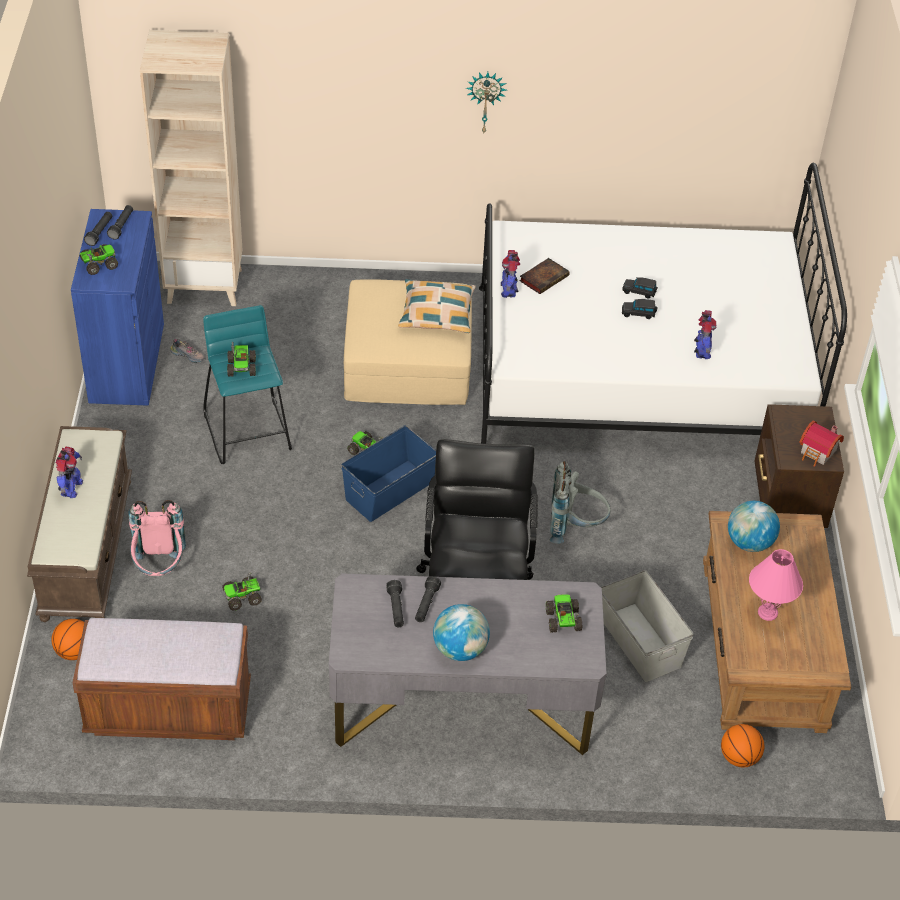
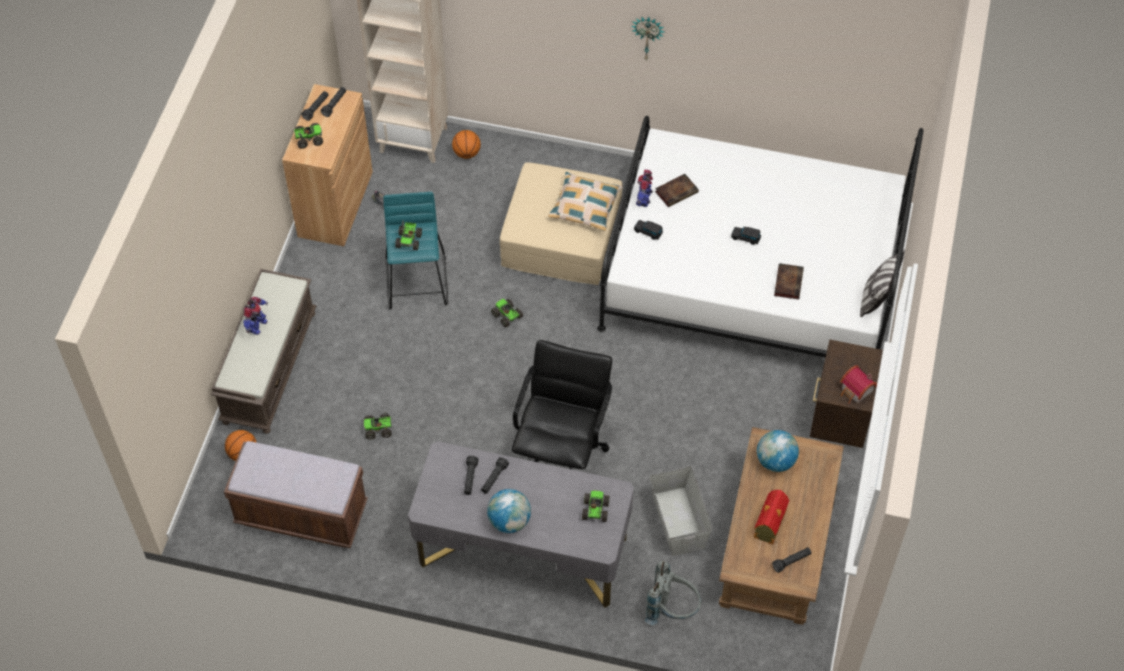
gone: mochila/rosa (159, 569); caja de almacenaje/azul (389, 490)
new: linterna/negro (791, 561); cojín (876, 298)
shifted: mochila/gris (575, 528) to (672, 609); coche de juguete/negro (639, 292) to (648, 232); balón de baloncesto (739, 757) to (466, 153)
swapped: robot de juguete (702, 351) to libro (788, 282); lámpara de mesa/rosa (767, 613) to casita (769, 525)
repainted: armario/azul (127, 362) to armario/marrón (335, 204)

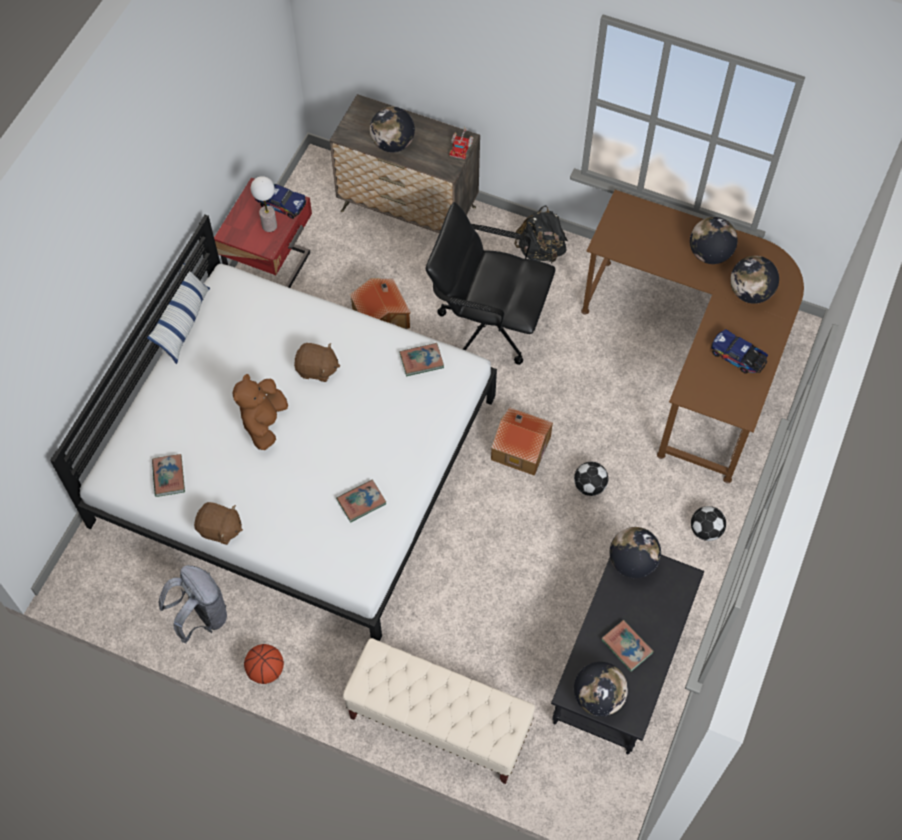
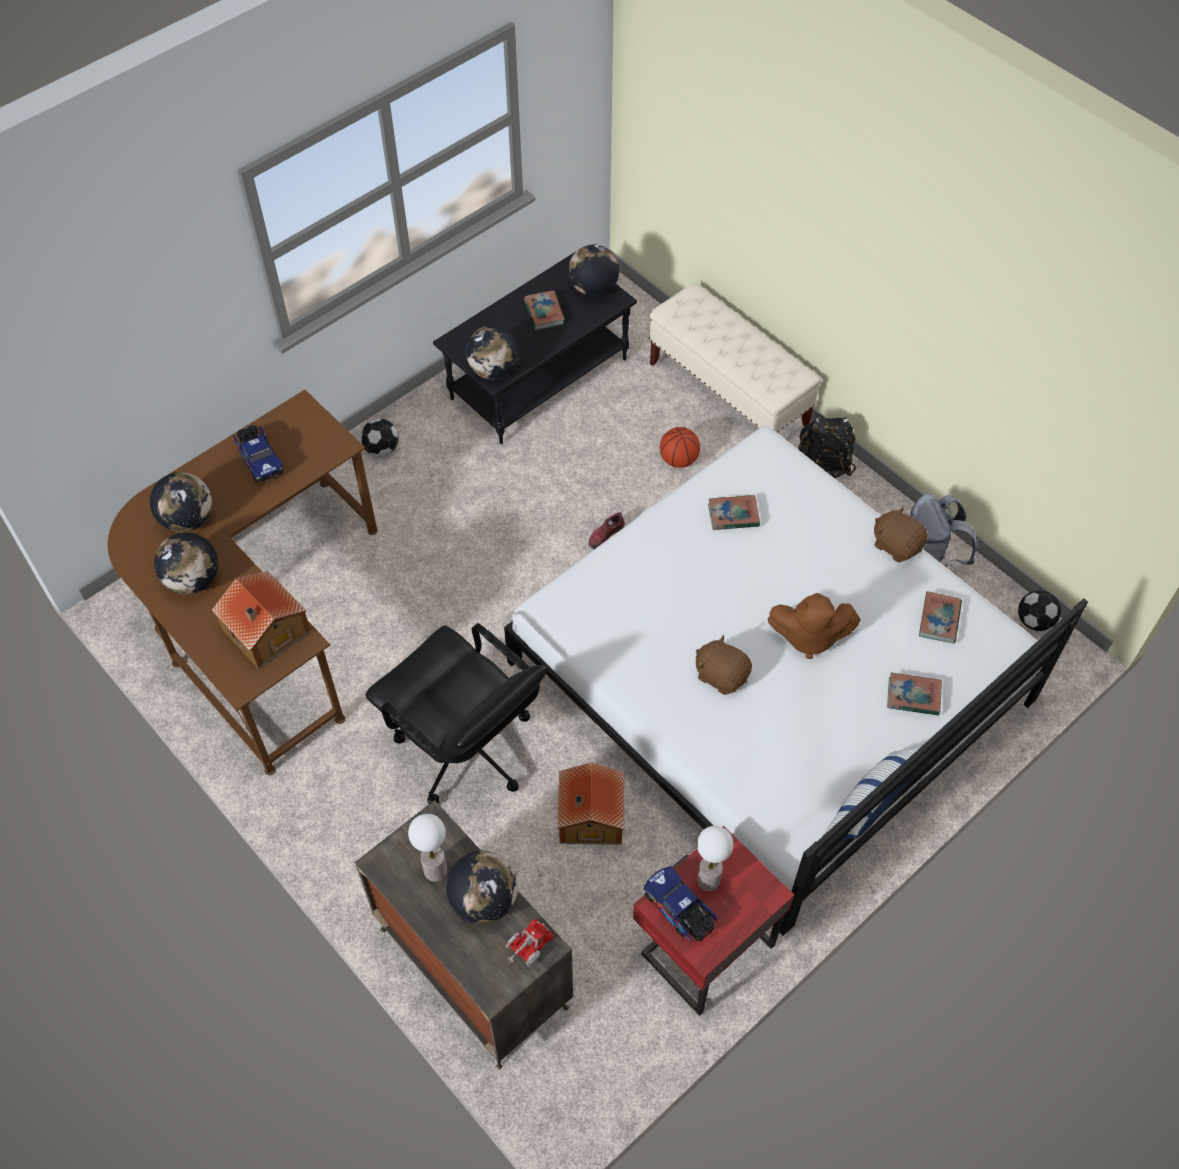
new: lámpara de mesa (435, 871); zapato (605, 534)
shifted: balón de baloncesto (266, 670) to (678, 460); libro (421, 361) to (913, 696); camión de juguete (461, 146) to (527, 947); casita (520, 447) to (265, 632); mochila/negro (541, 251) to (823, 463); balón de fútbol (590, 486) to (1033, 620)
rotated: peluche/marrón (264, 422) = (808, 636) 60 degrees clockwise

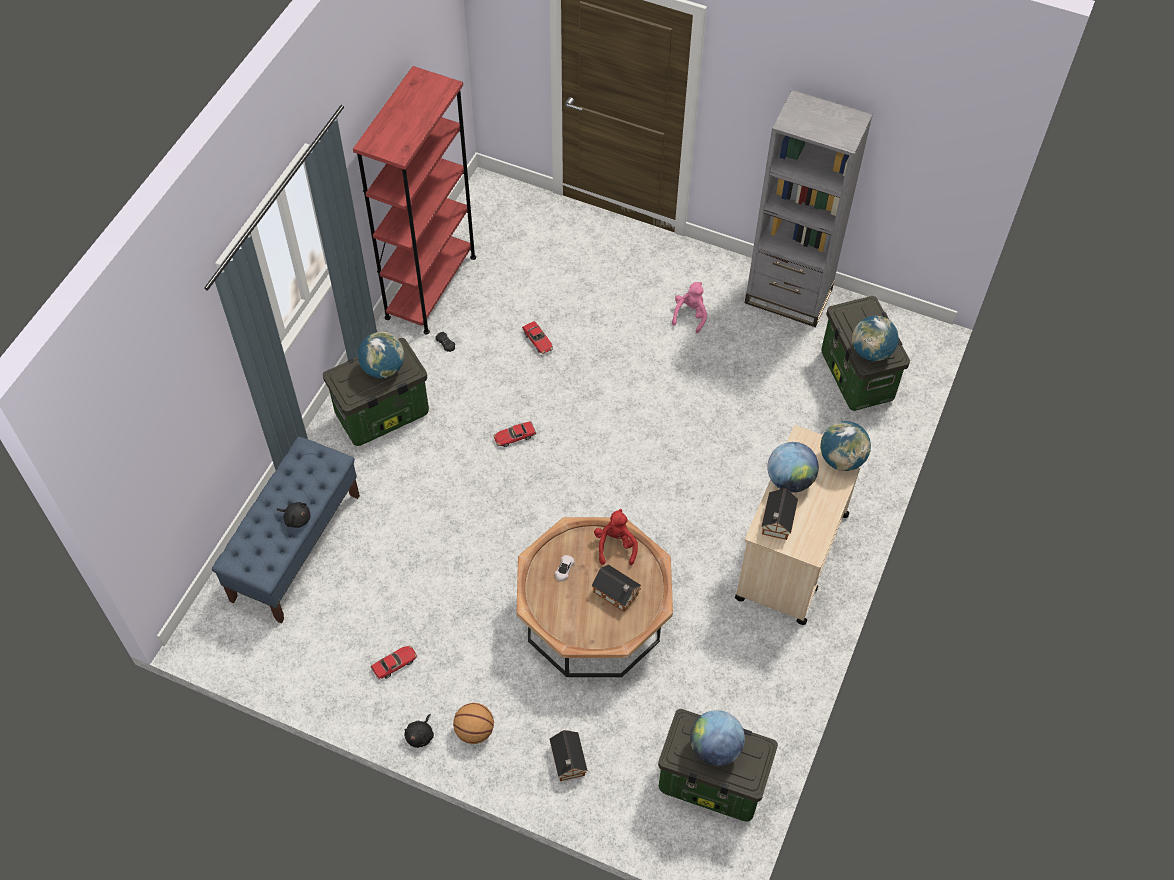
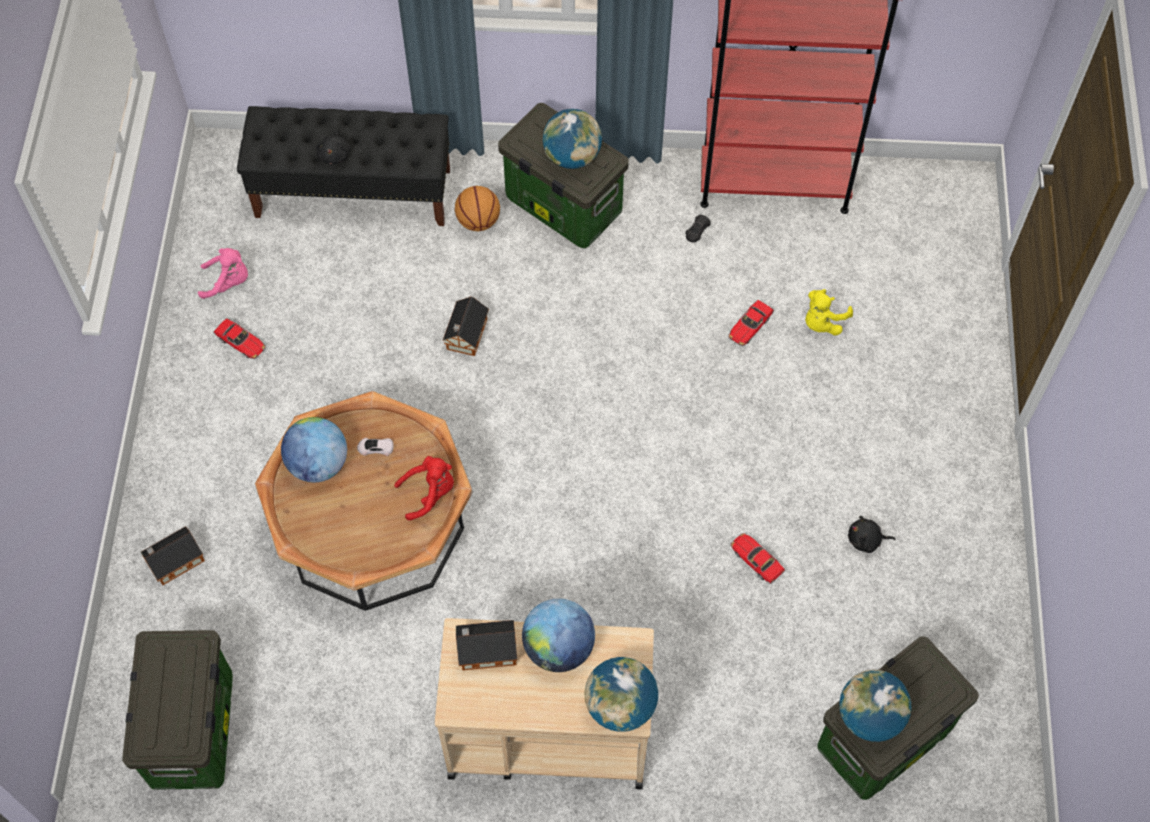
gone: estantería/gris (788, 296)
new: peluche/amarillo (822, 322)
shifted: peluche/negro (420, 735) to (866, 540); balón de baloncesto (474, 731) to (478, 221); coche de juguete (514, 437) to (756, 560); casita (617, 594) to (465, 336); peluche/rosa (690, 315) to (228, 282); globo terráqueo (715, 748) to (318, 464)
repainted: banco/azul (296, 547) to banco/negro (354, 193)

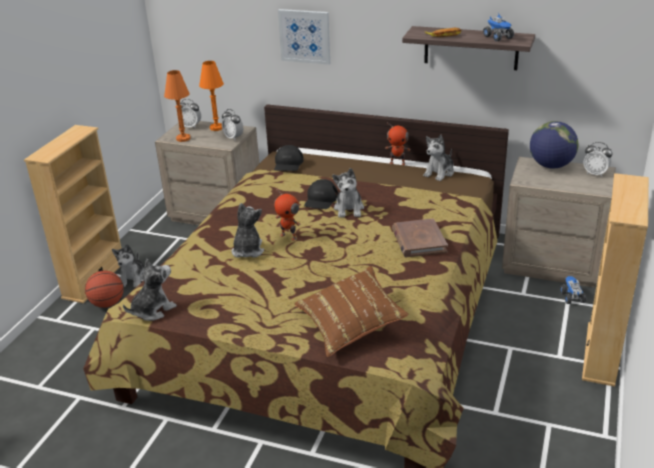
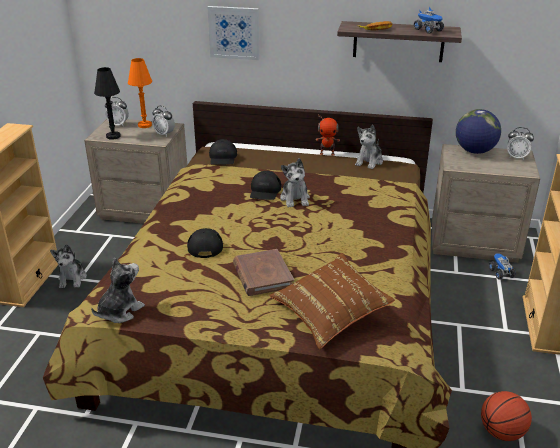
gone: robot de juguete (289, 236)
shifted: balón de baloncesto (107, 303) to (501, 432); libro/marrón (418, 241) to (262, 275)
swapped: peluche (247, 250) to gorra/negro (205, 244)
repainted: lámpara de mesa/naranja (183, 138) to lámpara de mesa/negro (113, 136)

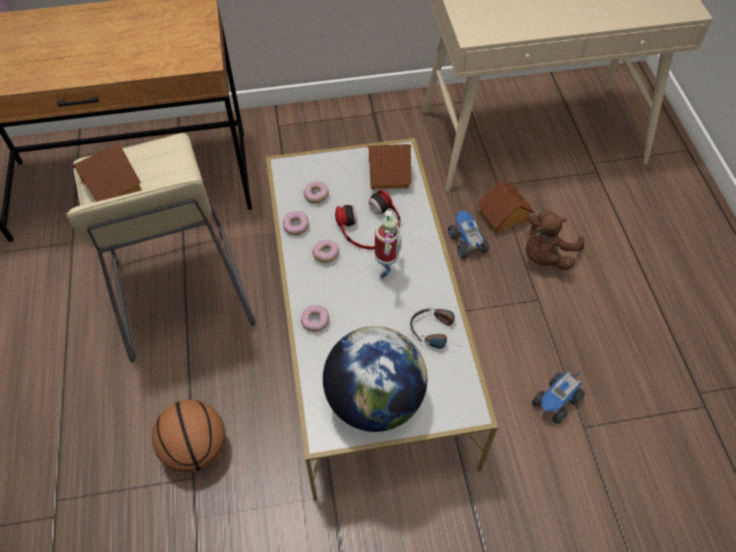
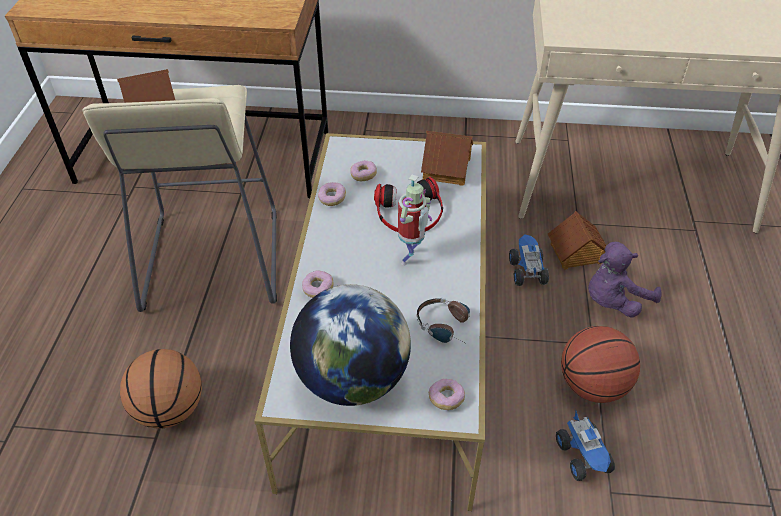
new: balón de baloncesto (592, 385)
shifted: rosquilla (326, 255) to (446, 399)
repainted: peluche/marrón (545, 255) to peluche/morado (613, 301)
rotated: camión de juguete (556, 402) = (583, 457) 75 degrees counterclockwise

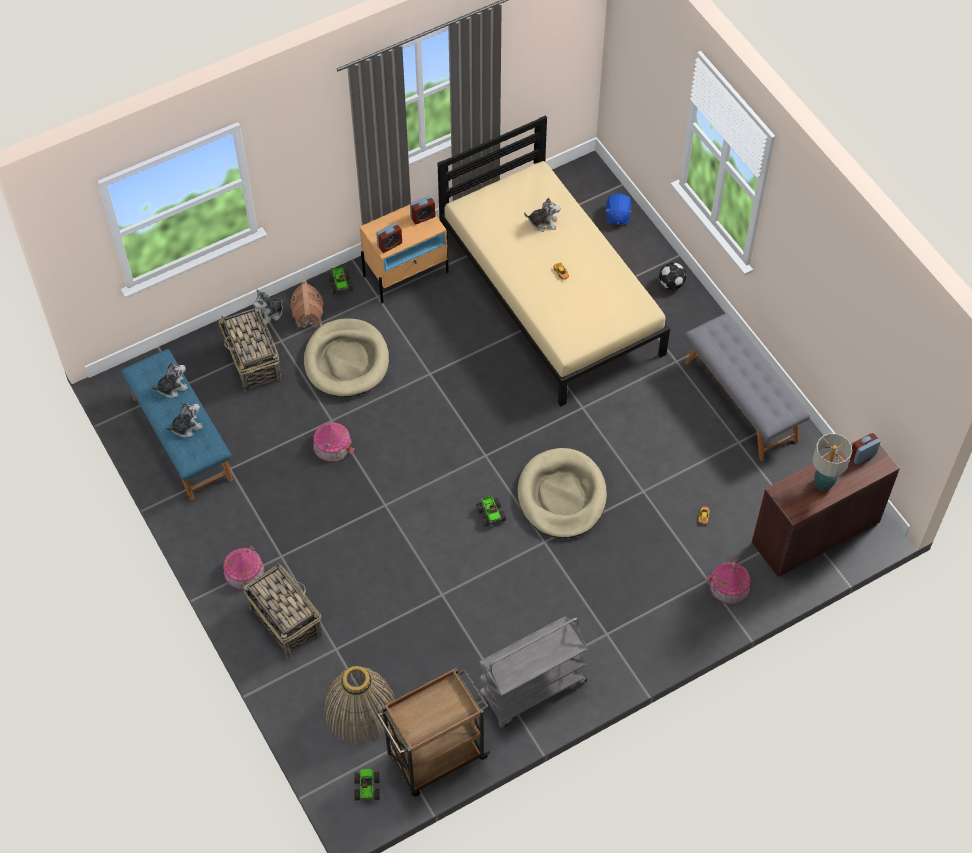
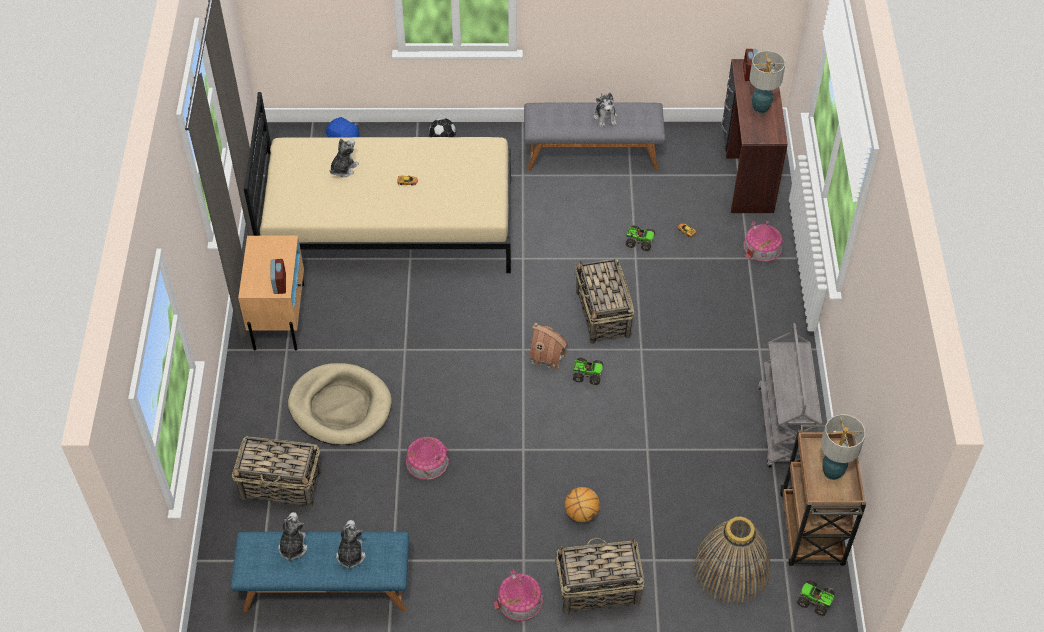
gone: despertador (423, 217)
new: balón de baloncesto (581, 513); lámpara de mesa (833, 472)
shifted: peluche (270, 313) to (605, 117); casita (308, 316) to (548, 357); camión de juguete (340, 284) to (639, 241)
swapped: cama para perro/beis (562, 496) to cesta (603, 315)

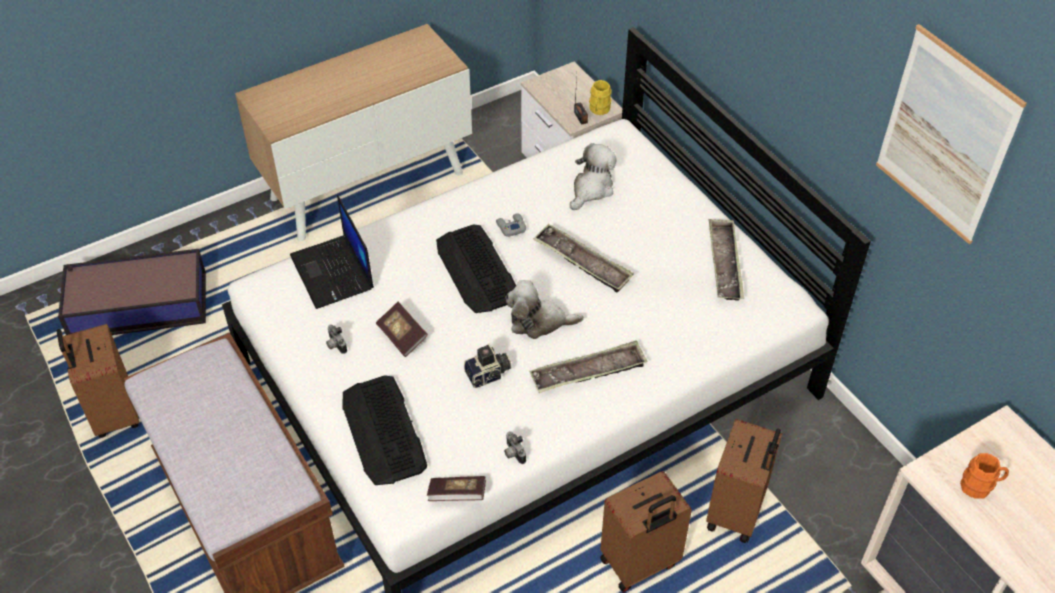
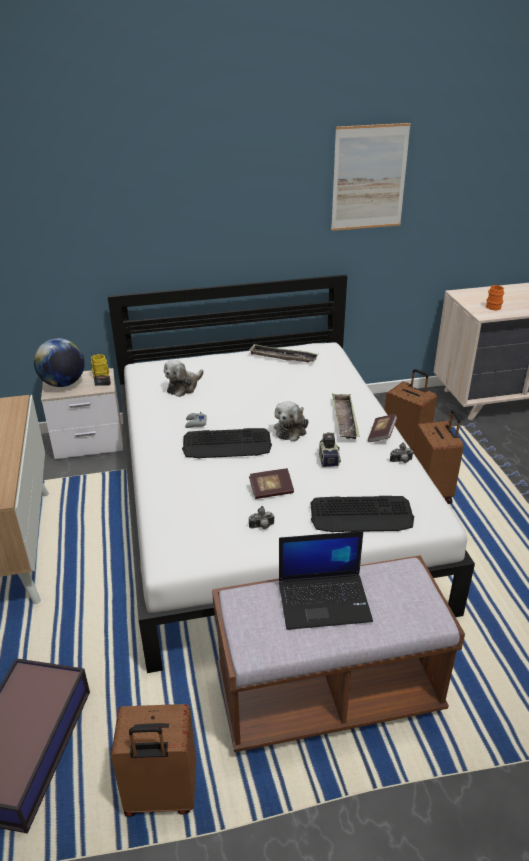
gone: bandeja (582, 262)
new: globo terráqueo (63, 383)
shifted: portátil (333, 273) to (325, 600); libro (457, 495) to (381, 434)
rotated: peluche (591, 189) = (183, 387) 105 degrees counterclockwise

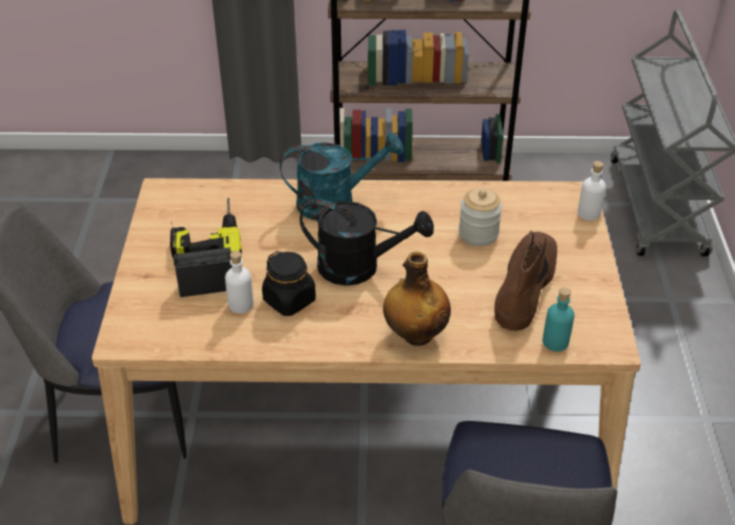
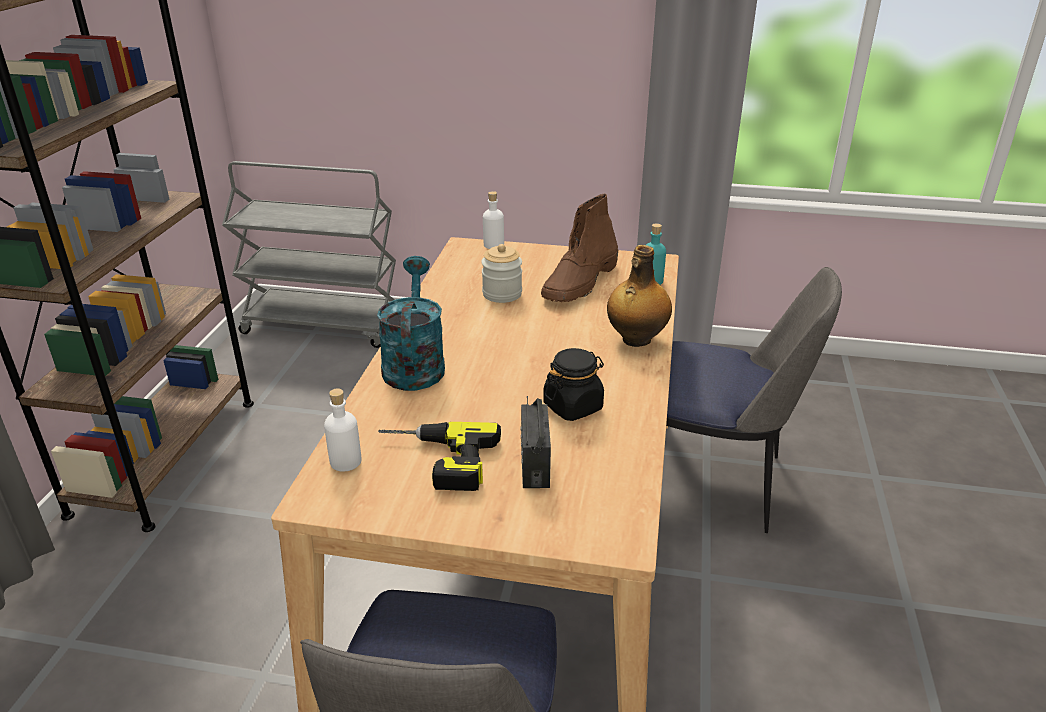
gone: regadera/negro (359, 267)
shifted: botella/blanco (241, 304) to (345, 461)
rotated: bota/marrón (526, 285) = (580, 283) 90 degrees counterclockwise

